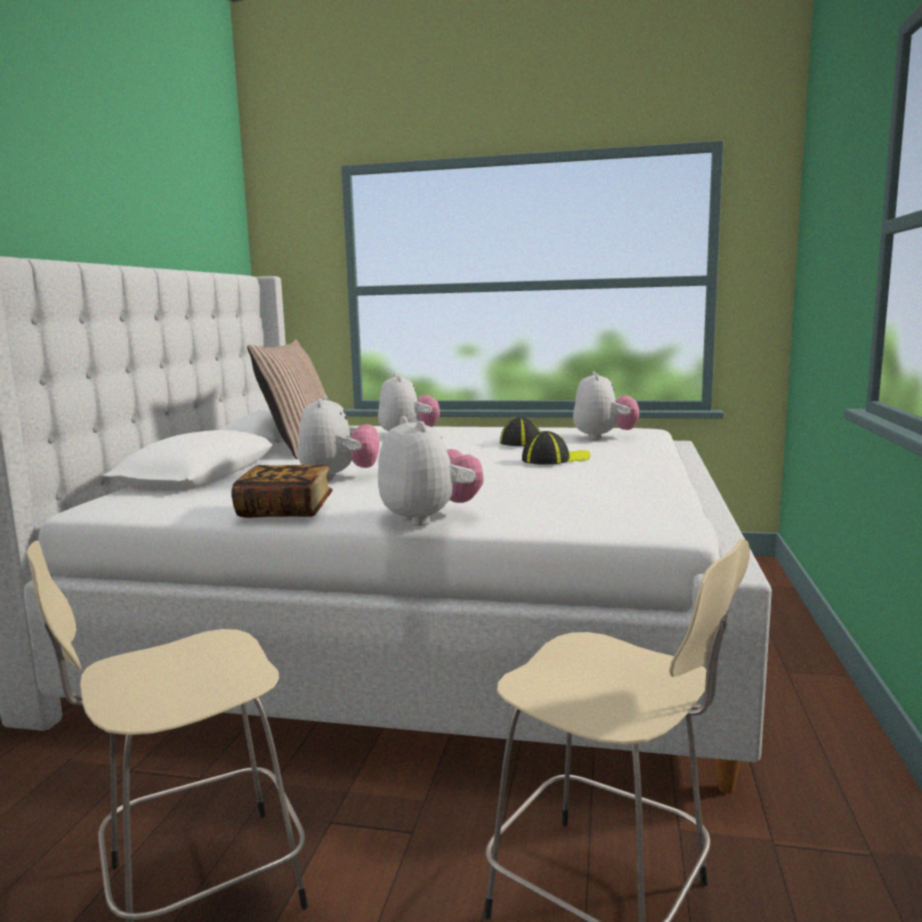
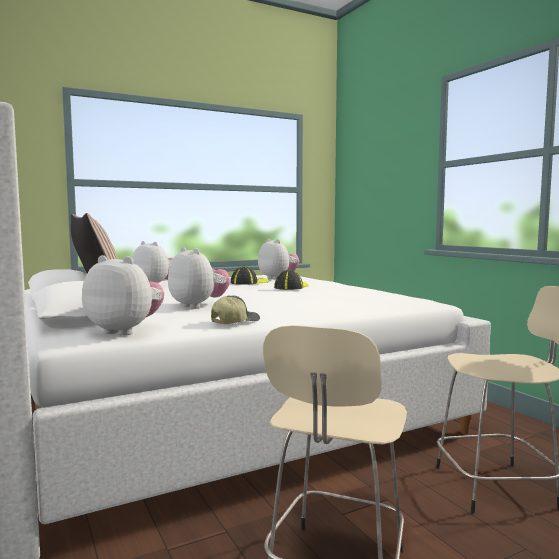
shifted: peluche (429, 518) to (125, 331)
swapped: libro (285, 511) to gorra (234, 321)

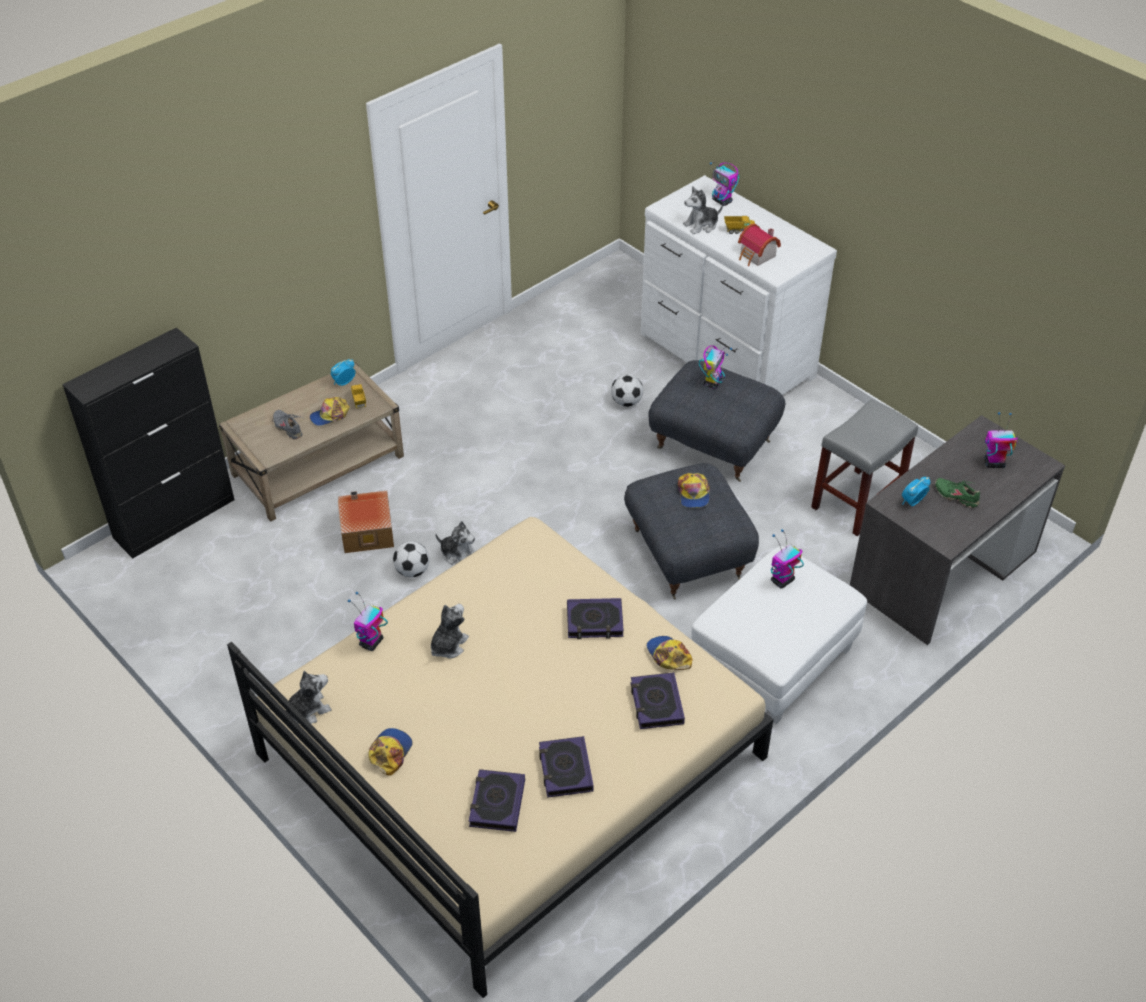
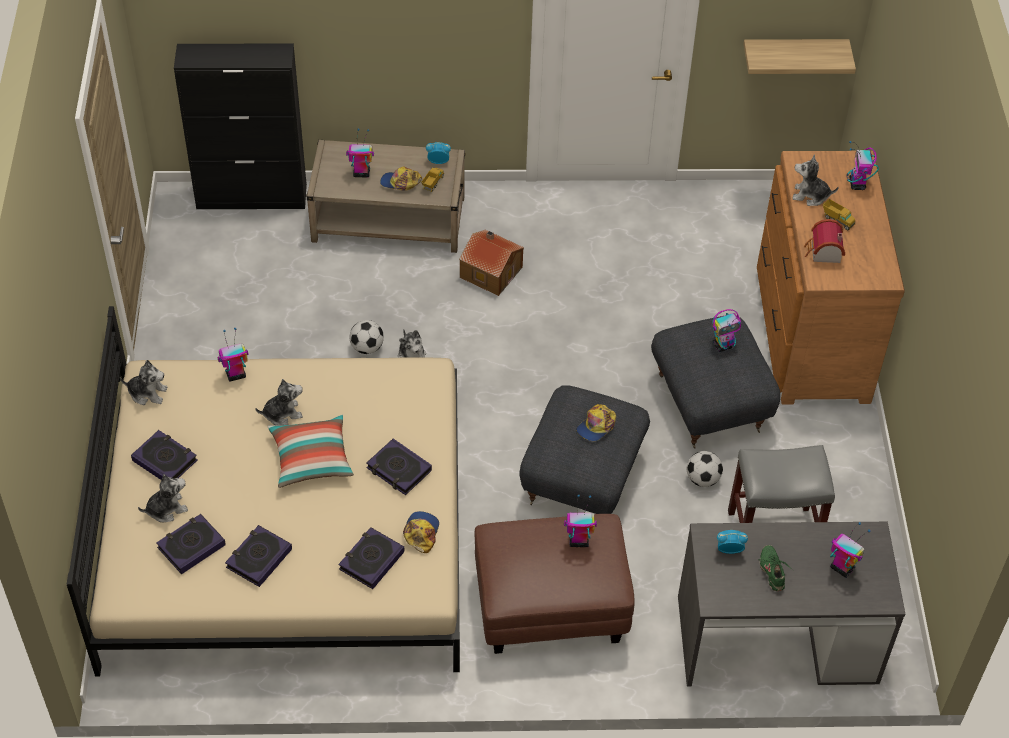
new: peluche (166, 509); cojín (311, 459); estante (794, 53)
shifted: casita (366, 531) to (491, 271); balón de fútbol (626, 402) to (702, 479)
swapped: zapato/gris (288, 428) to robot de juguete (361, 173); gorra (390, 752) to libro (165, 460)
repainted: cómoda/blanco (725, 357) to cómoda/marrón (810, 334); puf/blanco (773, 660) to puf/marrón (550, 606)

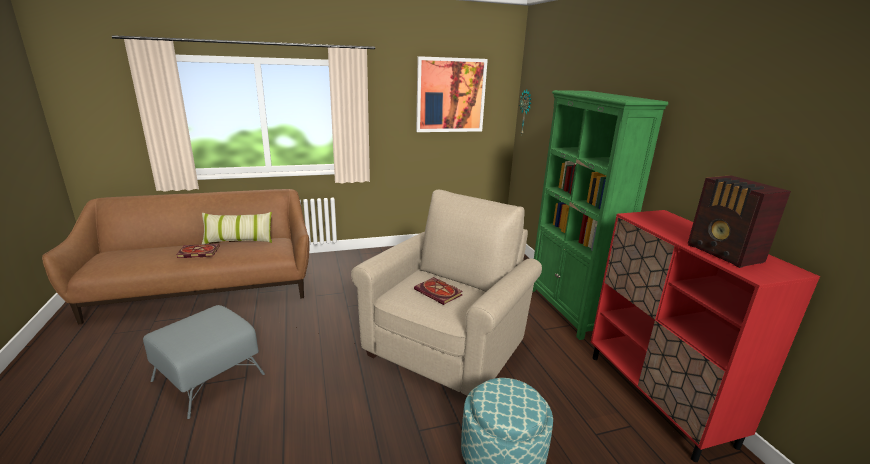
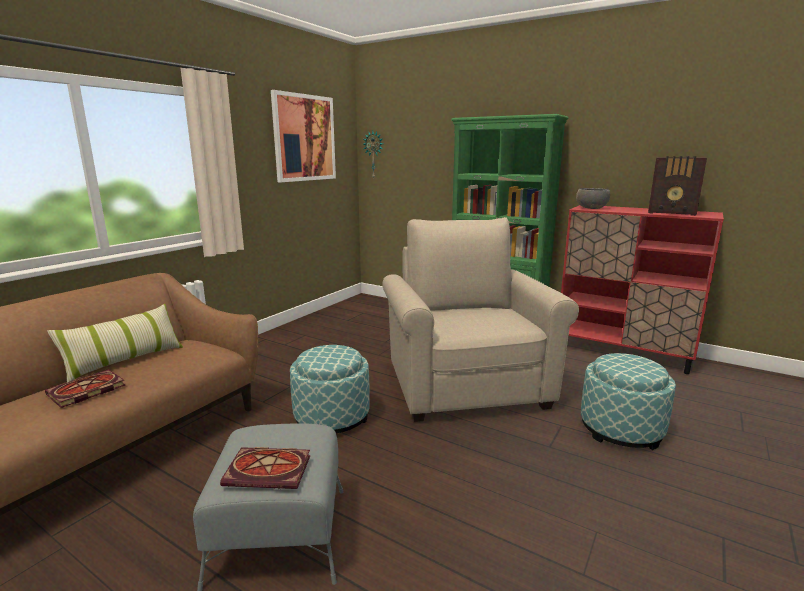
new: puf (332, 417); cuenco/gris (591, 208)
shifted: libro (439, 292) to (270, 470)

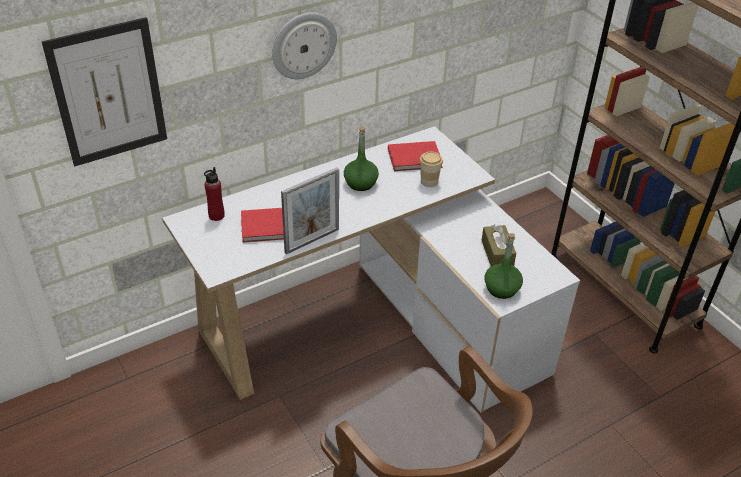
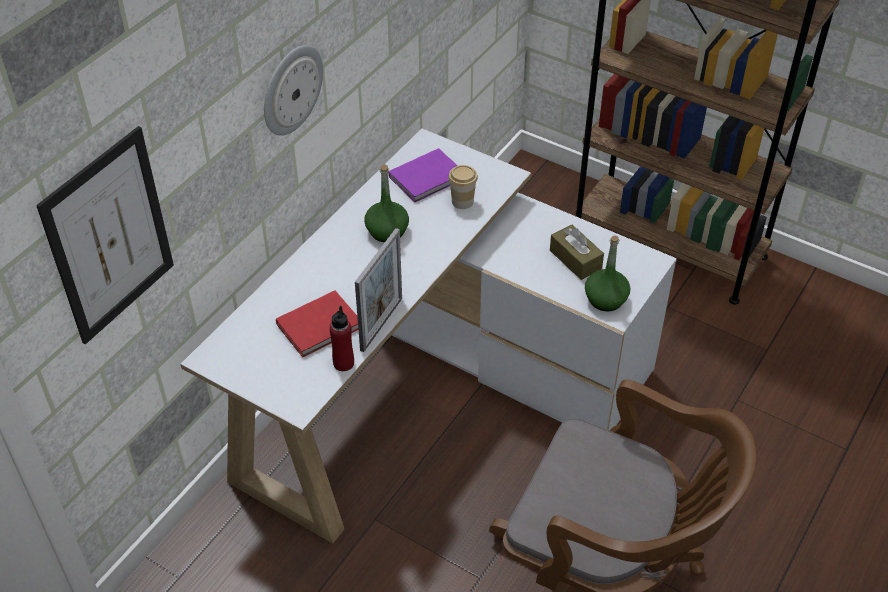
shifted: botella/rojo (216, 215) to (343, 363)
repainted: libro/rojo (416, 158) to libro/morado (429, 177)

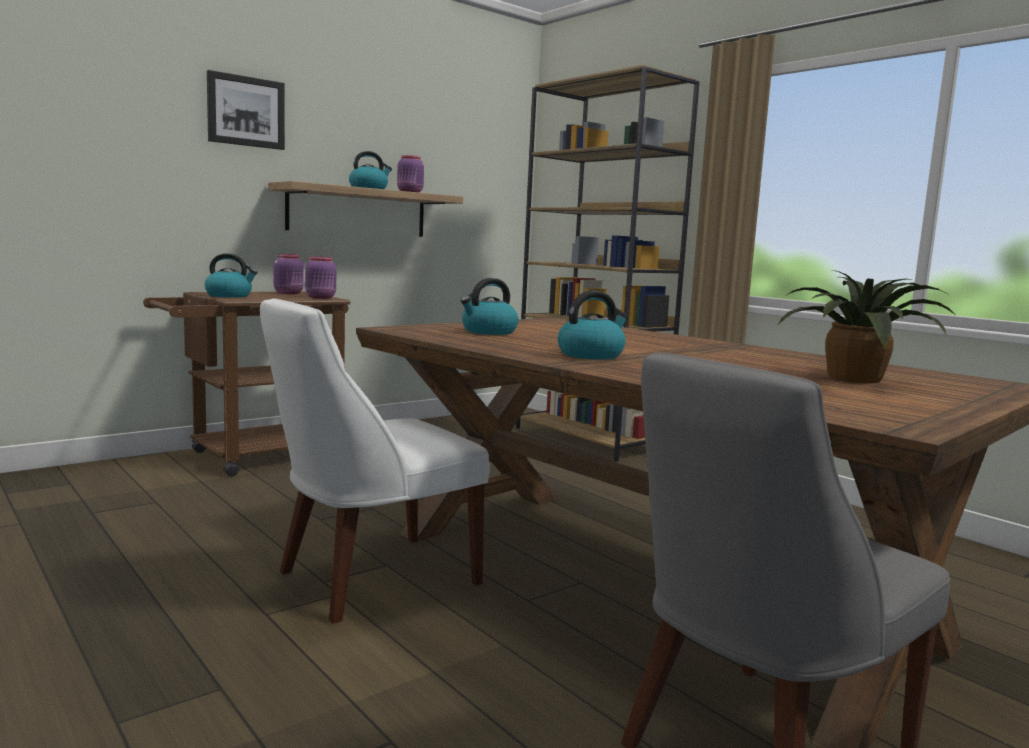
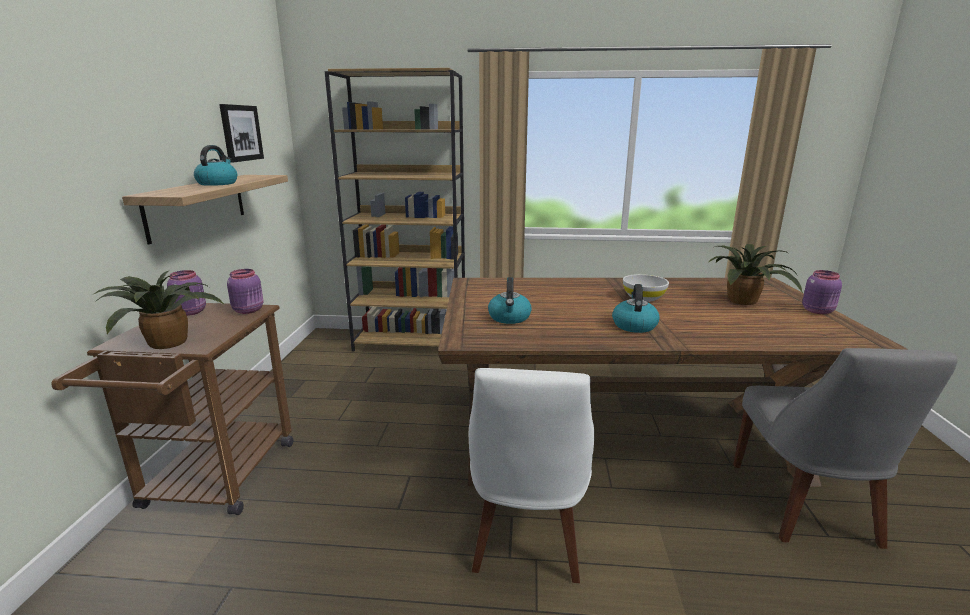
new: cuenco/blanco (643, 298)
shifted: cuadro (246, 111) to (241, 133); tarro/morado (410, 192) to (818, 311)
swapped: hervidor (229, 296) to planta en maceta (168, 341)

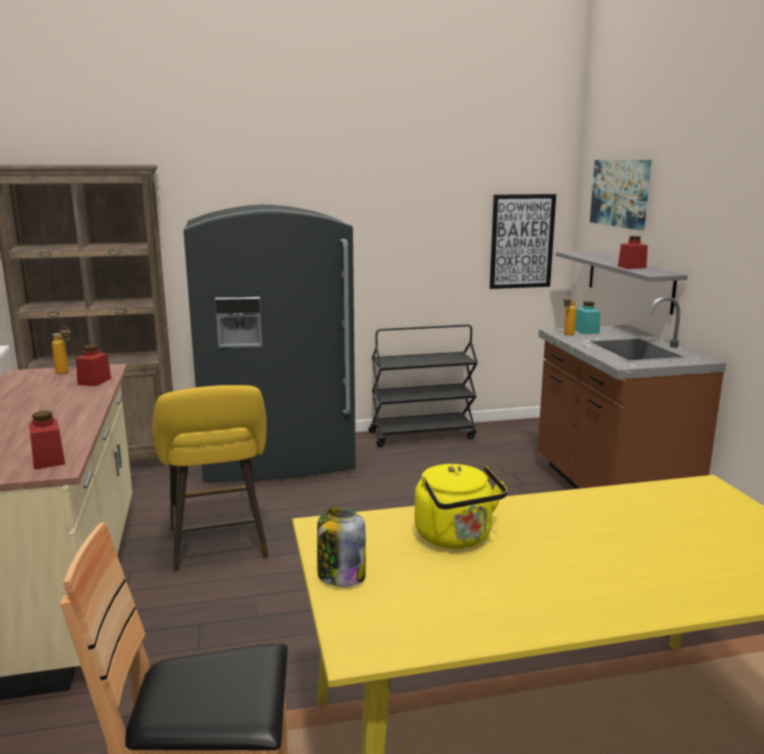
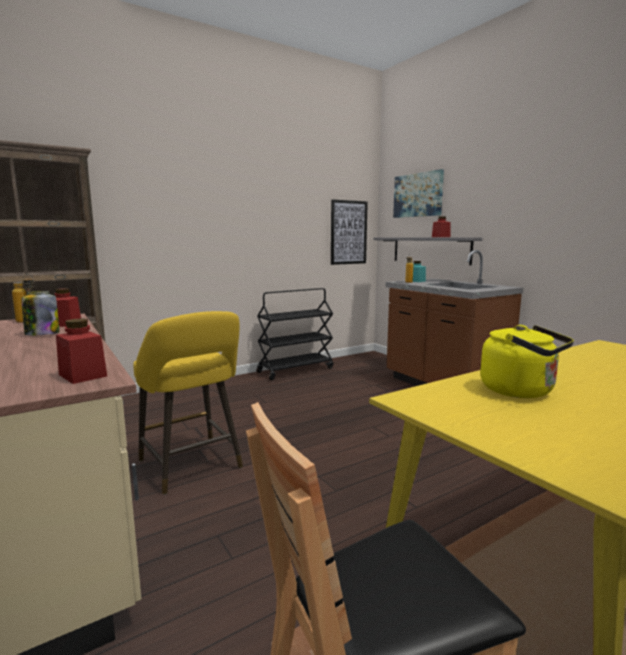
gone: nevera/gris (277, 459)
shifted: tarro (340, 575) to (42, 334)

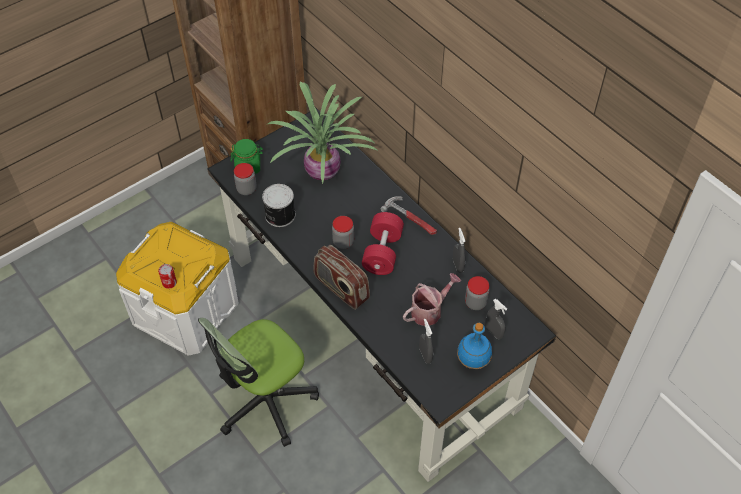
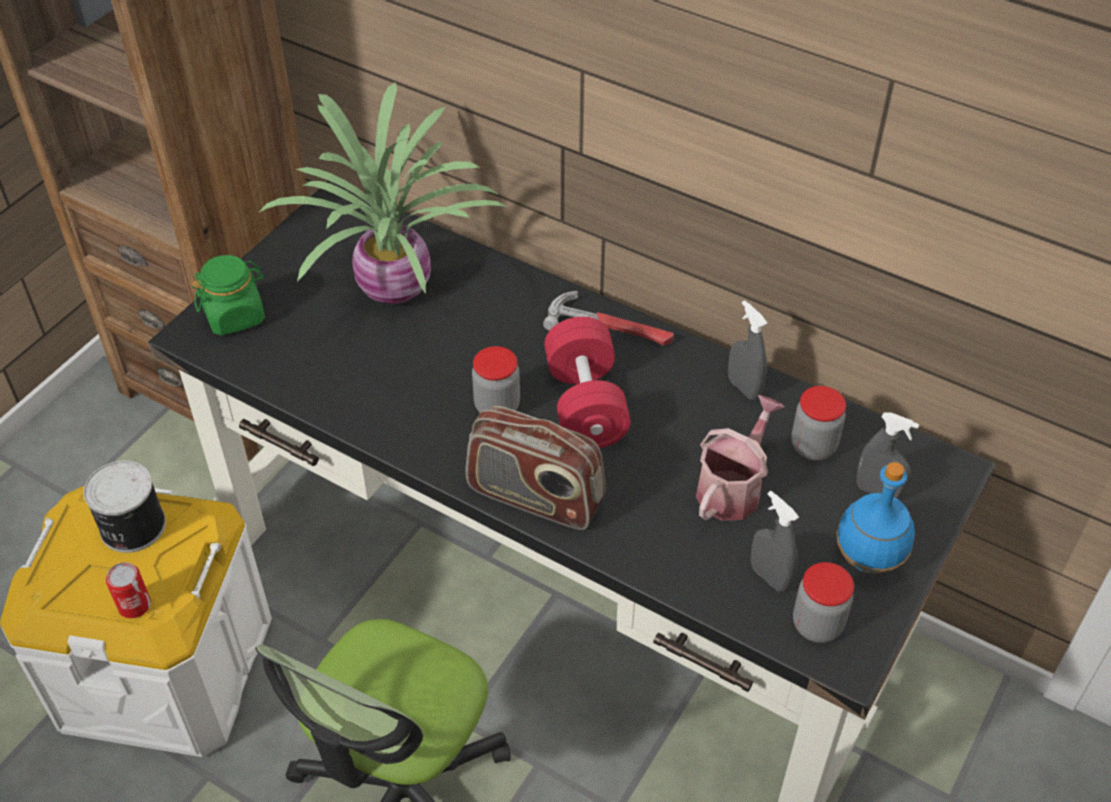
shifted: tarro (246, 189) to (817, 624); lata (279, 215) to (131, 527)

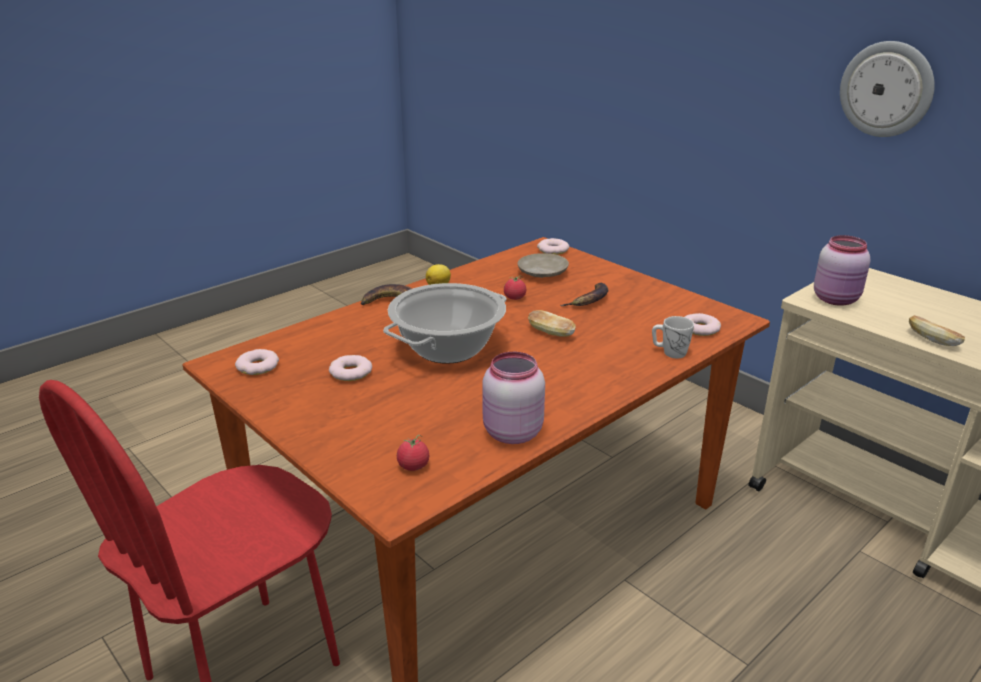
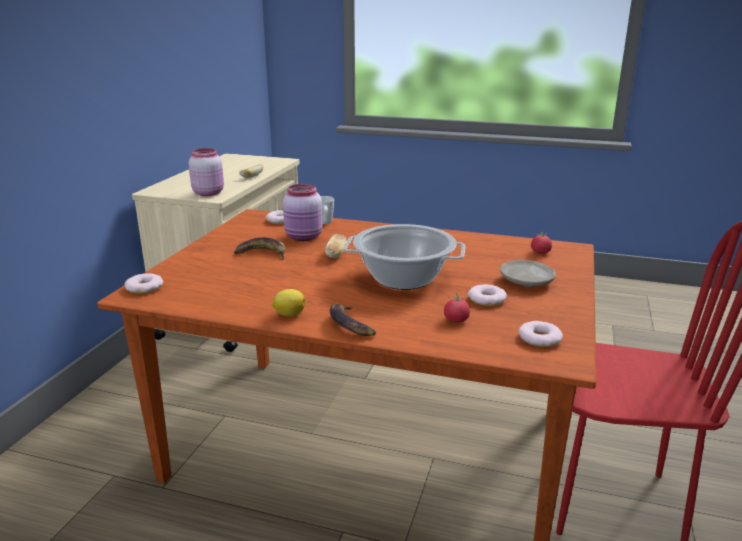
gone: reloj de pared (886, 89)
shifted: tarro/rosa (511, 433) to (304, 237); tomate (514, 298) to (456, 320); plato/beis (542, 273) to (527, 281)

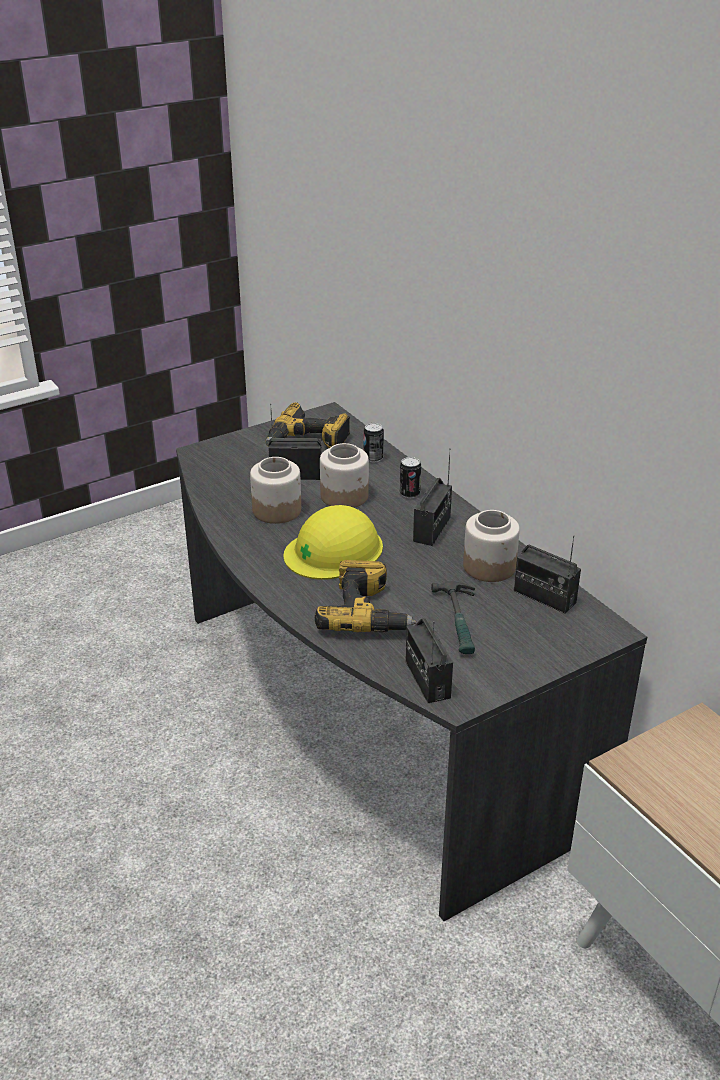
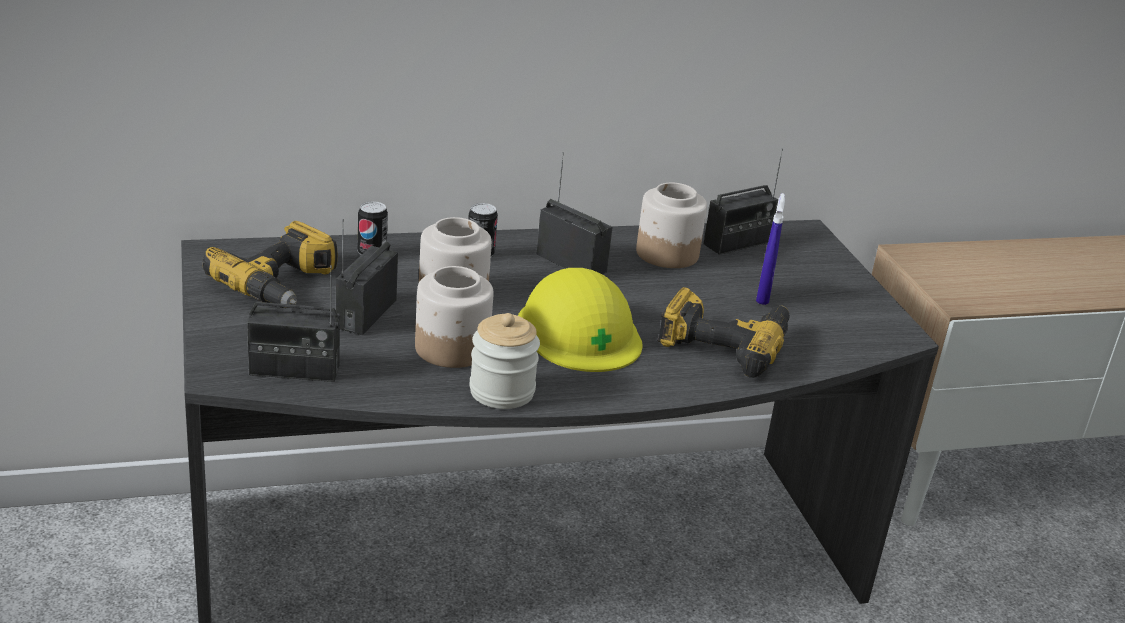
new: tarro (502, 392)
shifted: radio (427, 679) to (294, 370)
swapped: martillo (460, 621) to pulverizador/azul (763, 296)

